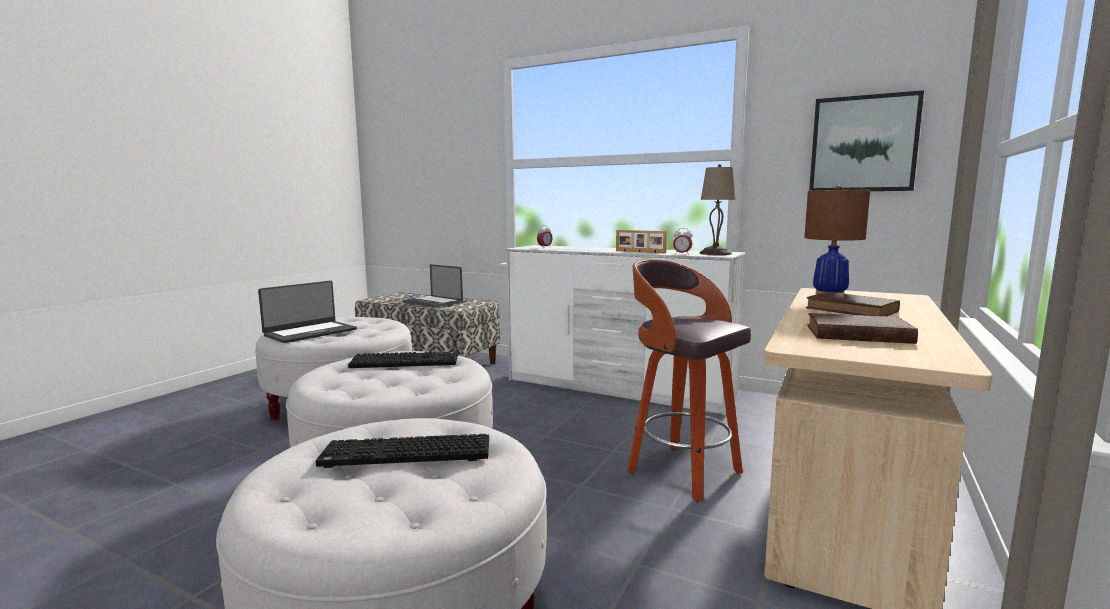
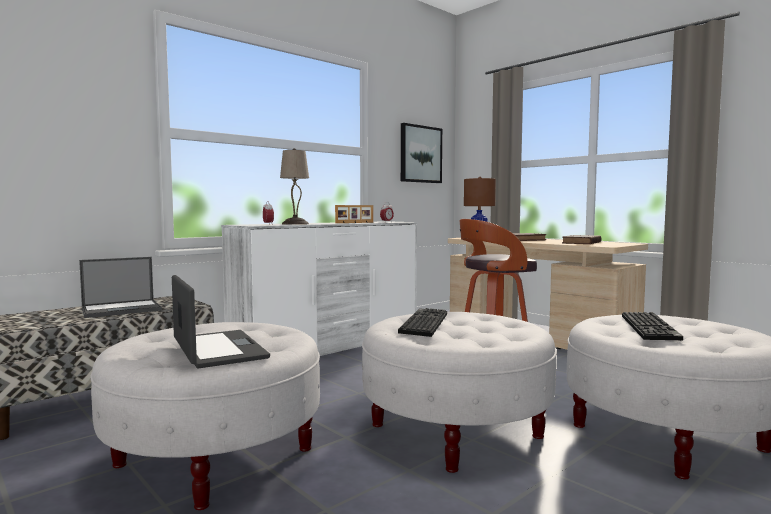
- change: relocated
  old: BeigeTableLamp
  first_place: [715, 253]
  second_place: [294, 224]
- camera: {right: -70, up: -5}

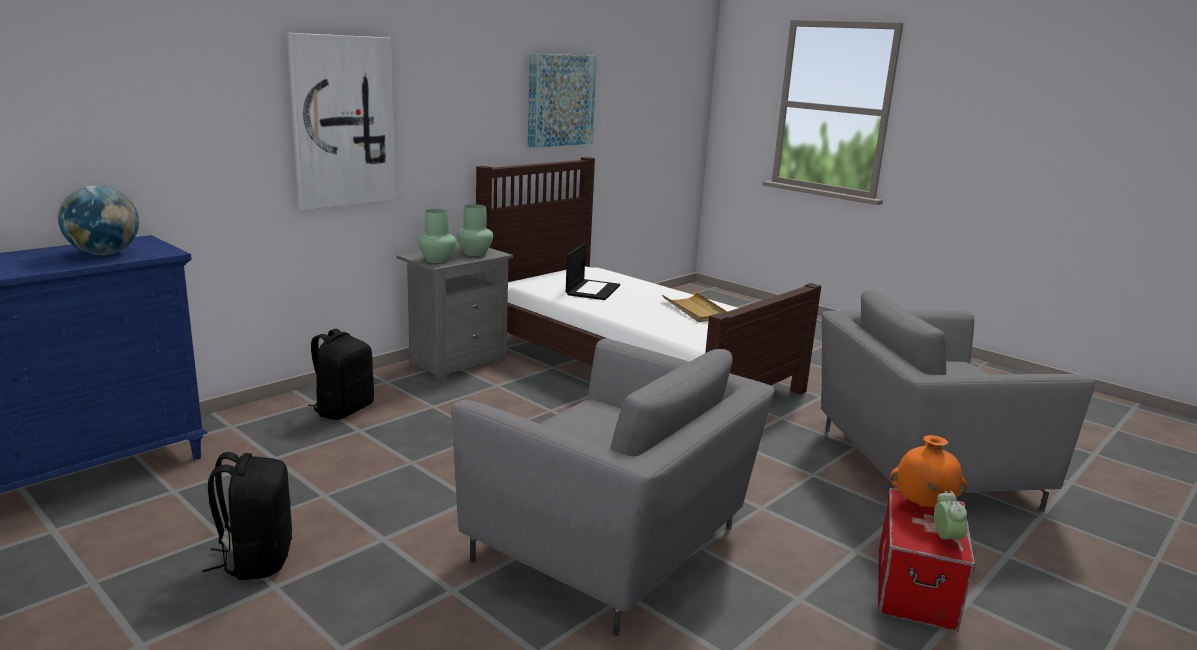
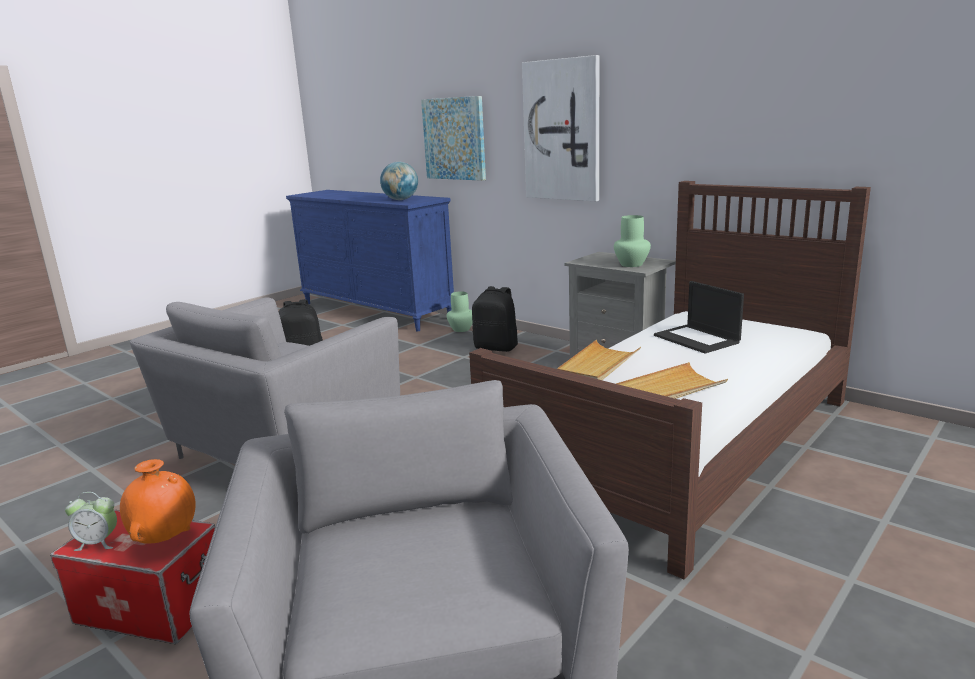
- change: relocated
  old: Picture
  first_place: [560, 100]
  second_place: [454, 139]
- change: relocated
  old: GreenVase
  first_place: [438, 260]
  second_place: [461, 329]
- change: spun
  old: Laptop
  first_place: [592, 290]
  second_place: [697, 339]
  degrees: 45
- change: appeared
  new: BeigeTray
  second_place: [598, 365]
- camera: {right: 90, up: 0}

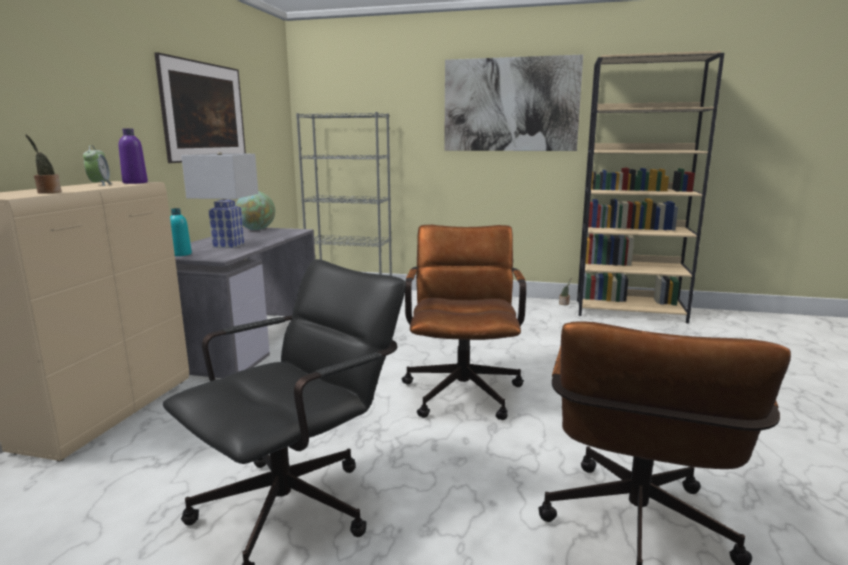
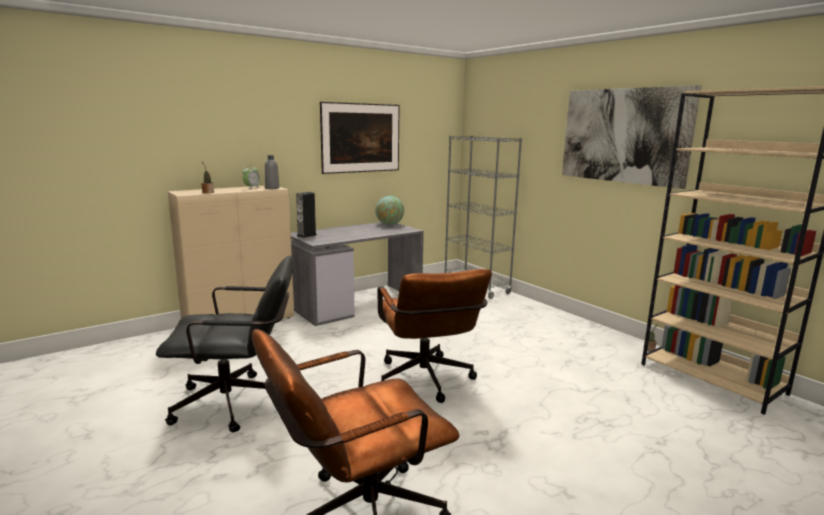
- change: colour
  old: PurpleBottle
  new: GreyBottle
  first_place: [135, 182]
  second_place: [272, 188]
- change: missing
  old: WhiteTableLamp
  first_place: [228, 245]
- change: exchanged
  old: TurquoiseBottle
  new: Speaker
  first_place: [181, 254]
  second_place: [307, 235]
- change: spun
  old: BrownOfficeChair
  first_place: [463, 388]
  second_place: [426, 382]
  degrees: 120
- camera: {right: 40, up: 0}

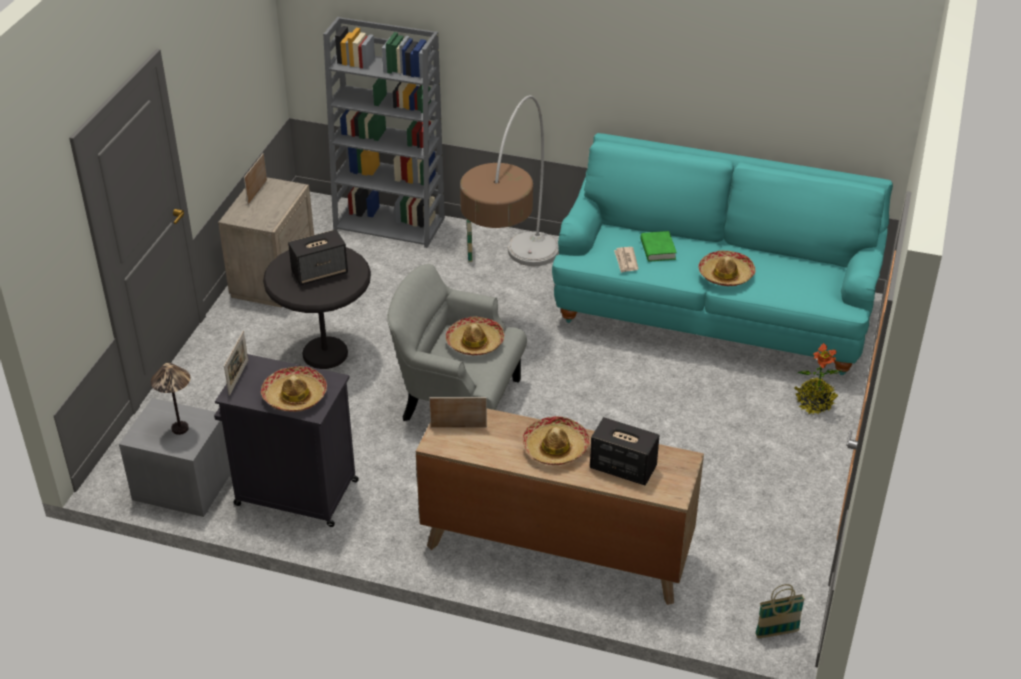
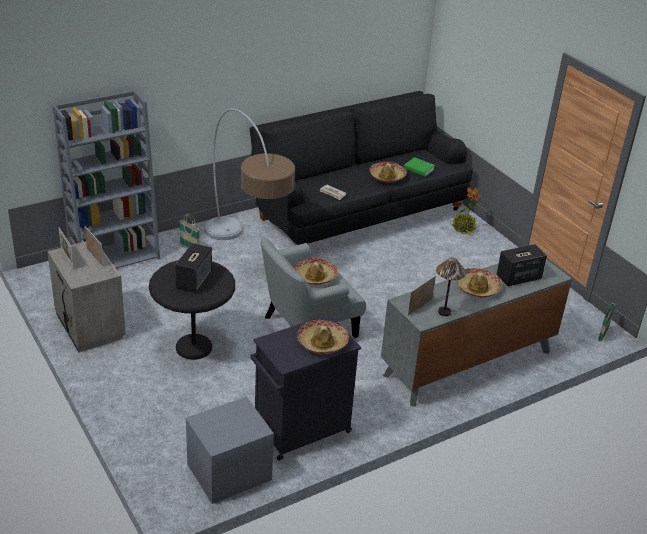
- change: colour
  old: TurquoiseSofa
  new: BlackSofa
  first_place: [713, 311]
  second_place: [358, 212]
- change: relocated
  old: GreenBook
  first_place: [657, 249]
  second_place: [419, 169]
- change: relocated
  old: PictureFrame
  first_place: [238, 377]
  second_place: [95, 257]
- change: relocated
  old: TableLamp
  first_place: [180, 428]
  second_place: [444, 312]
- change: colour
  old: BrownDresser
  new: GreyDresser
  first_place: [556, 549]
  second_place: [467, 364]
- camera: {right: -50, up: -5}

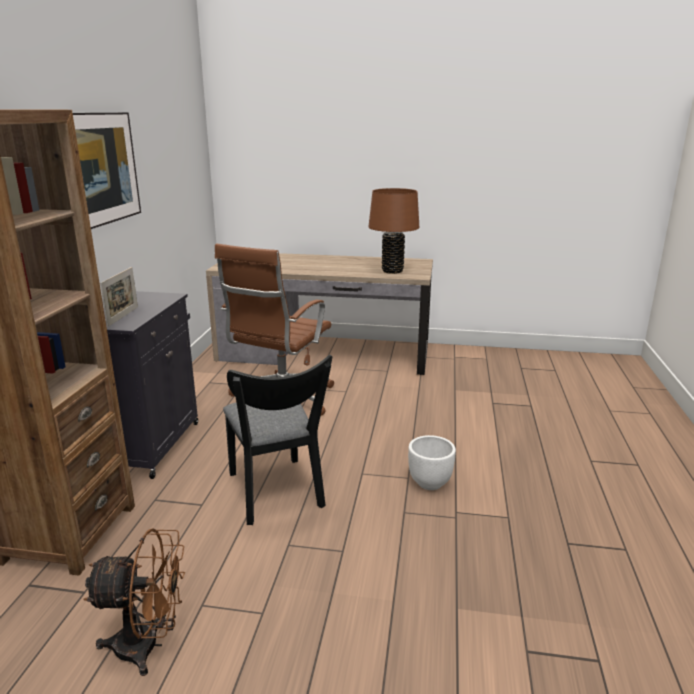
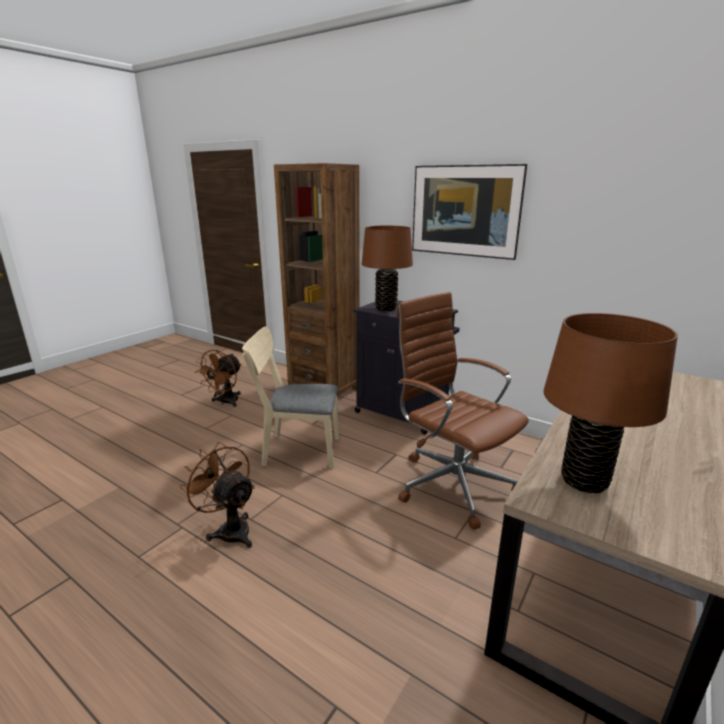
- change: exchanged
  old: PictureFrame
  new: BrownTableLamp
  first_place: [123, 316]
  second_place: [386, 308]
- change: colour
  old: BlackChair
  new: BeigeChair
  first_place: [277, 494]
  second_place: [295, 450]
- change: exchanged
  old: WhitePlanter
  new: BrownFan
  first_place: [430, 483]
  second_place: [229, 529]
- camera: {right: 115, up: 0}

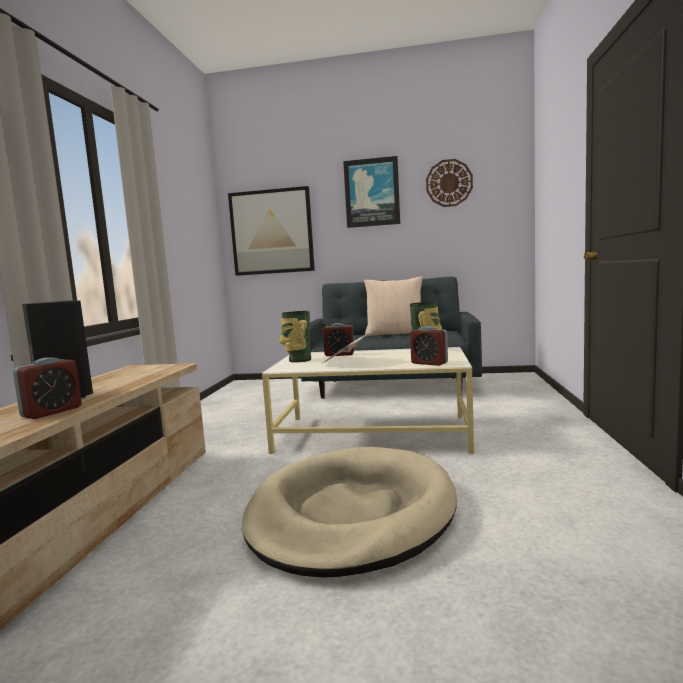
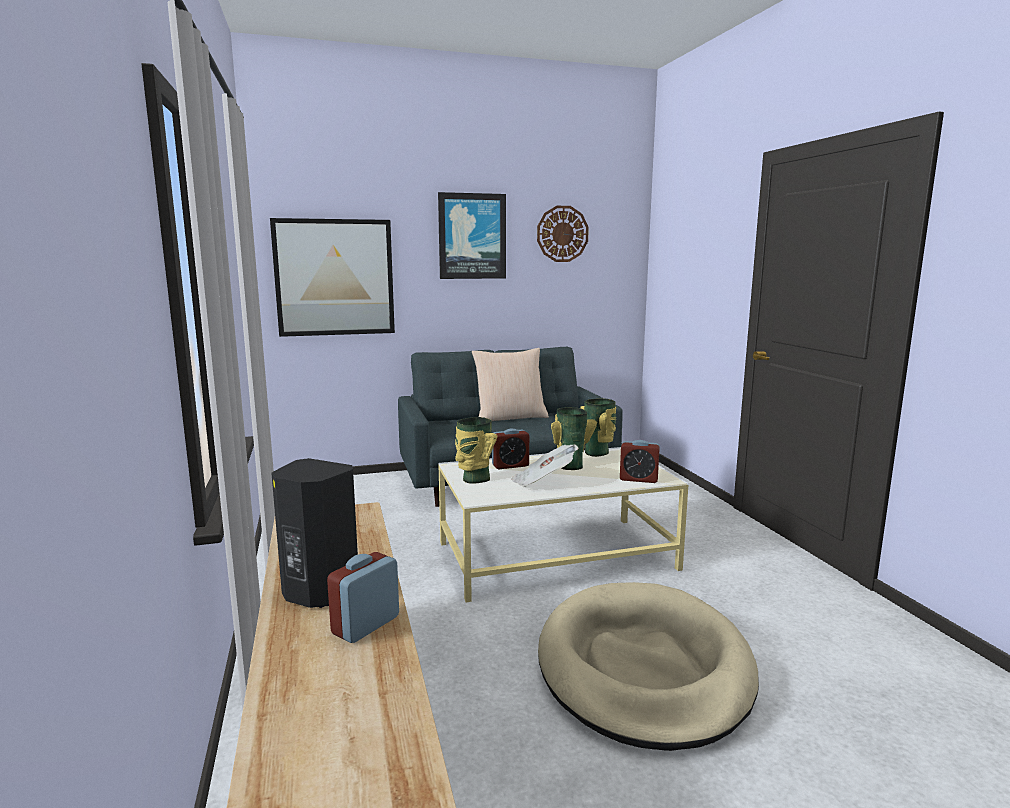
- change: spun
  old: AlarmClock
  first_place: [52, 412]
  second_place: [366, 625]
  degrees: -150
- change: appeared
  new: Vase
  second_place: [569, 465]
- camera: {right: -25, up: 5}

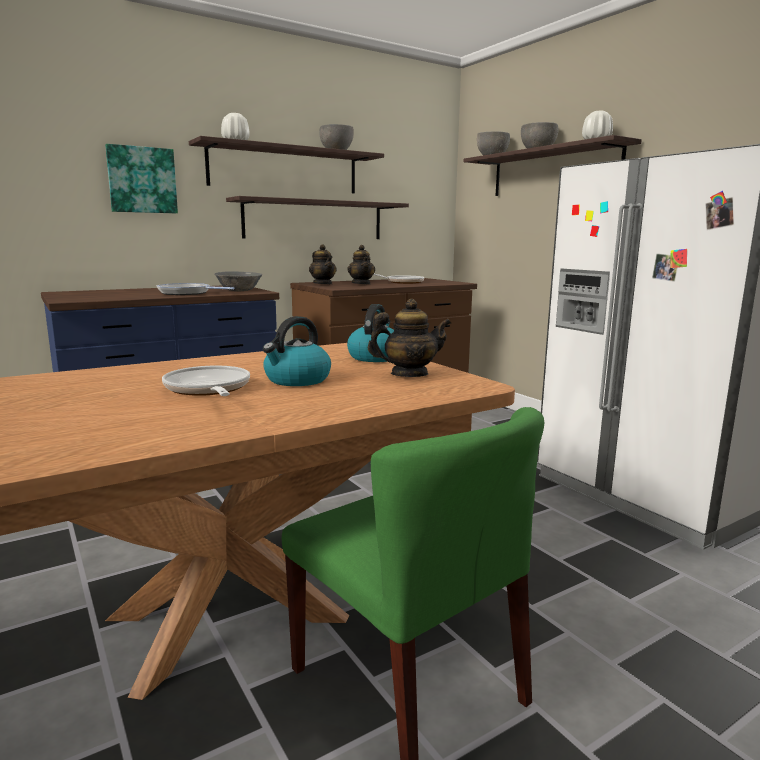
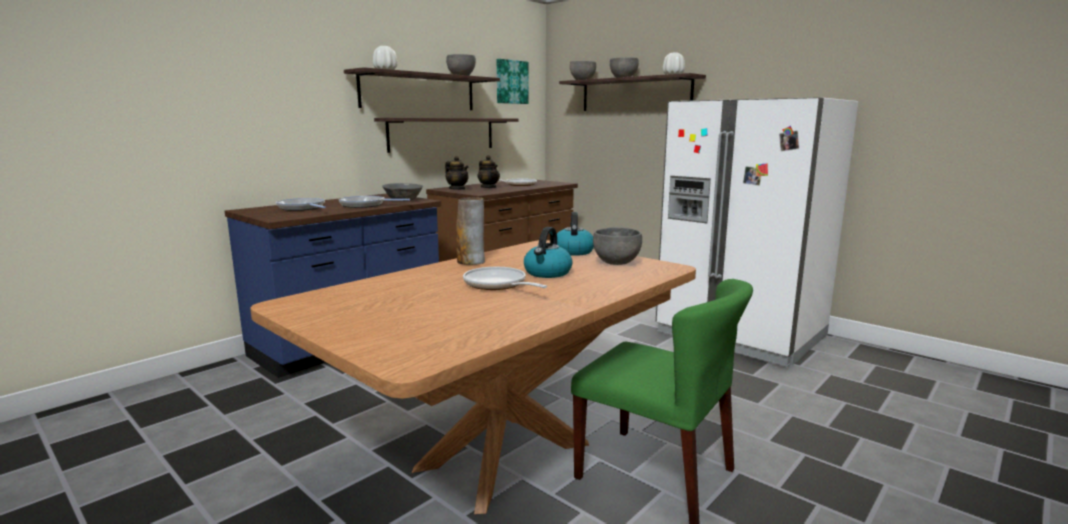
- change: relocated
  old: Picture
  first_place: [142, 180]
  second_place: [511, 82]
- change: exchanged
  old: Teapot
  new: GreyBowl
  first_place: [409, 374]
  second_place: [616, 263]
- change: appeared
  new: Vase
  second_place: [471, 262]
- change: appeared
  new: FryingPan
  second_place: [303, 208]
- camera: {right: -15, up: 0}

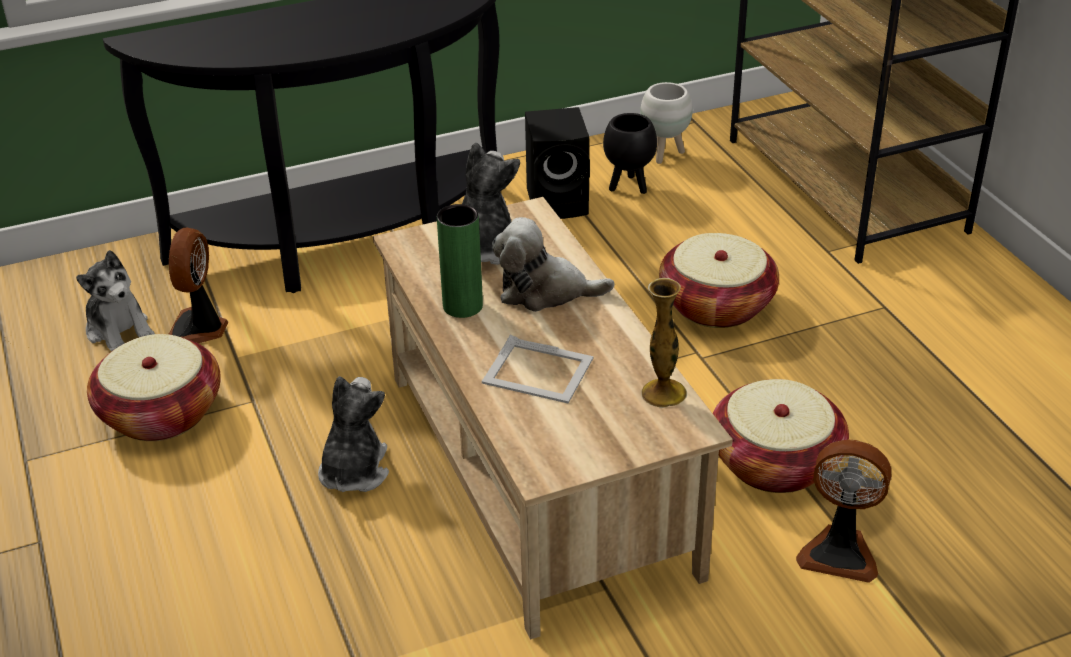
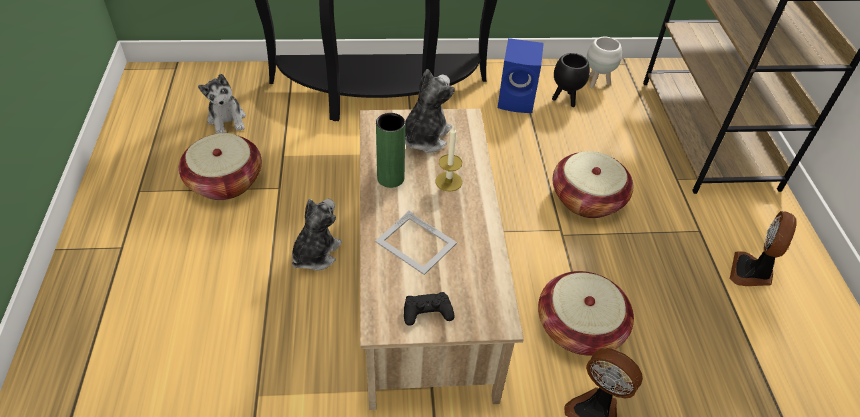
- change: colour
  old: BlackSpeaker
  new: BlueSpeaker
  first_place: [560, 202]
  second_place: [518, 100]
- change: exchanged
  old: PlushToy
  new: Candle
  first_place: [545, 291]
  second_place: [448, 181]
- change: relocated
  old: Fan
  first_place: [199, 329]
  second_place: [751, 272]
- change: missing
  old: Vase
  first_place: [663, 393]
- change: appeared
  new: BlackGameController
  second_place: [427, 312]
- camera: {right: 15, up: 10}

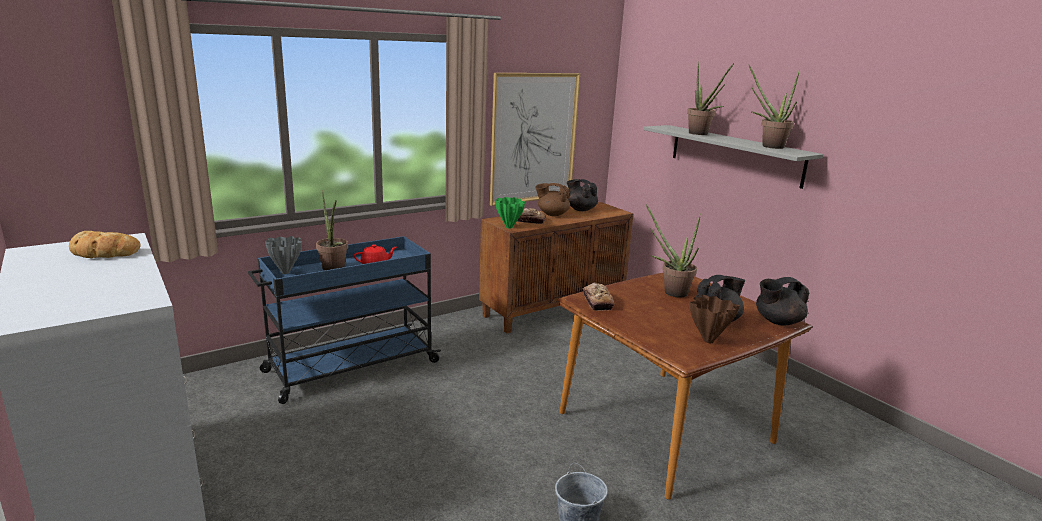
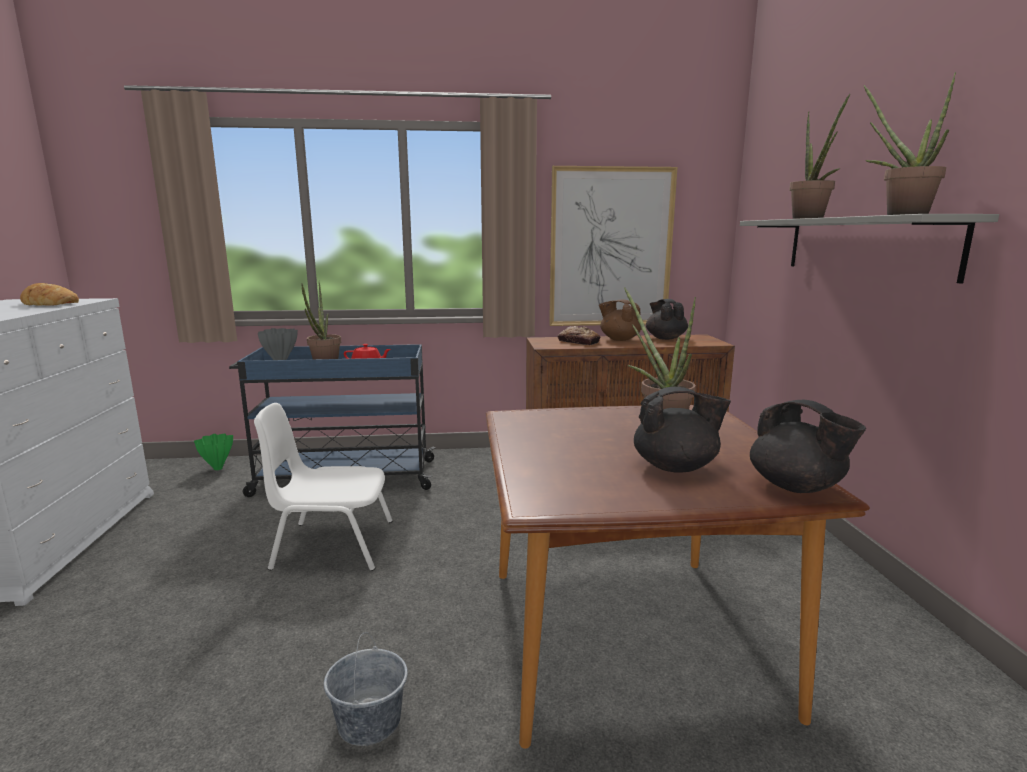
- change: relocated
  old: GreenVase
  first_place: [508, 227]
  second_place: [218, 468]
- change: spun
  old: BlackTeapot
  first_place: [777, 321]
  second_place: [796, 487]
  degrees: -135
- change: missing
  old: Bread
  first_place: [597, 302]
- change: missing
  old: BrownVase
  first_place: [707, 341]
- change: appeared
  new: WhiteChair
  second_place: [332, 544]
- camera: {right: 30, up: -5}

